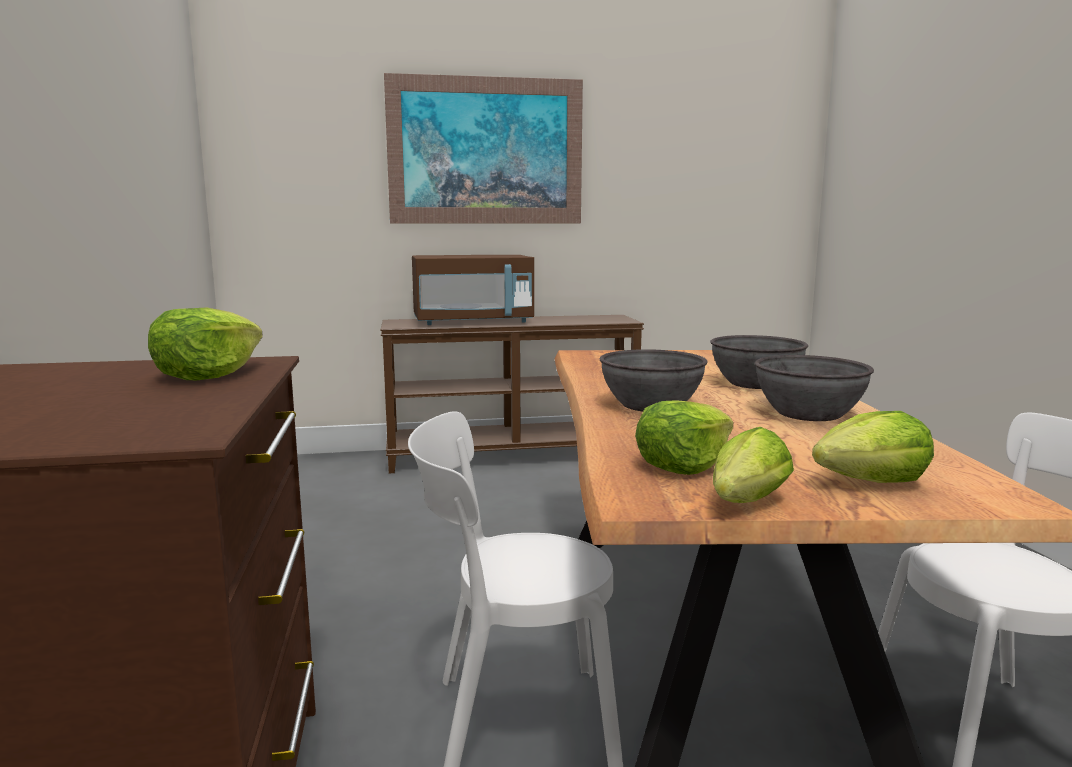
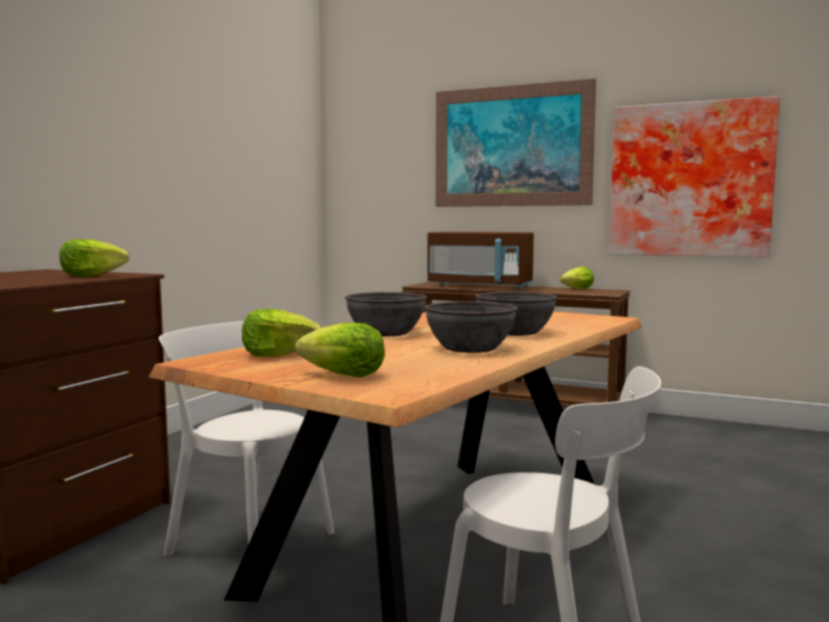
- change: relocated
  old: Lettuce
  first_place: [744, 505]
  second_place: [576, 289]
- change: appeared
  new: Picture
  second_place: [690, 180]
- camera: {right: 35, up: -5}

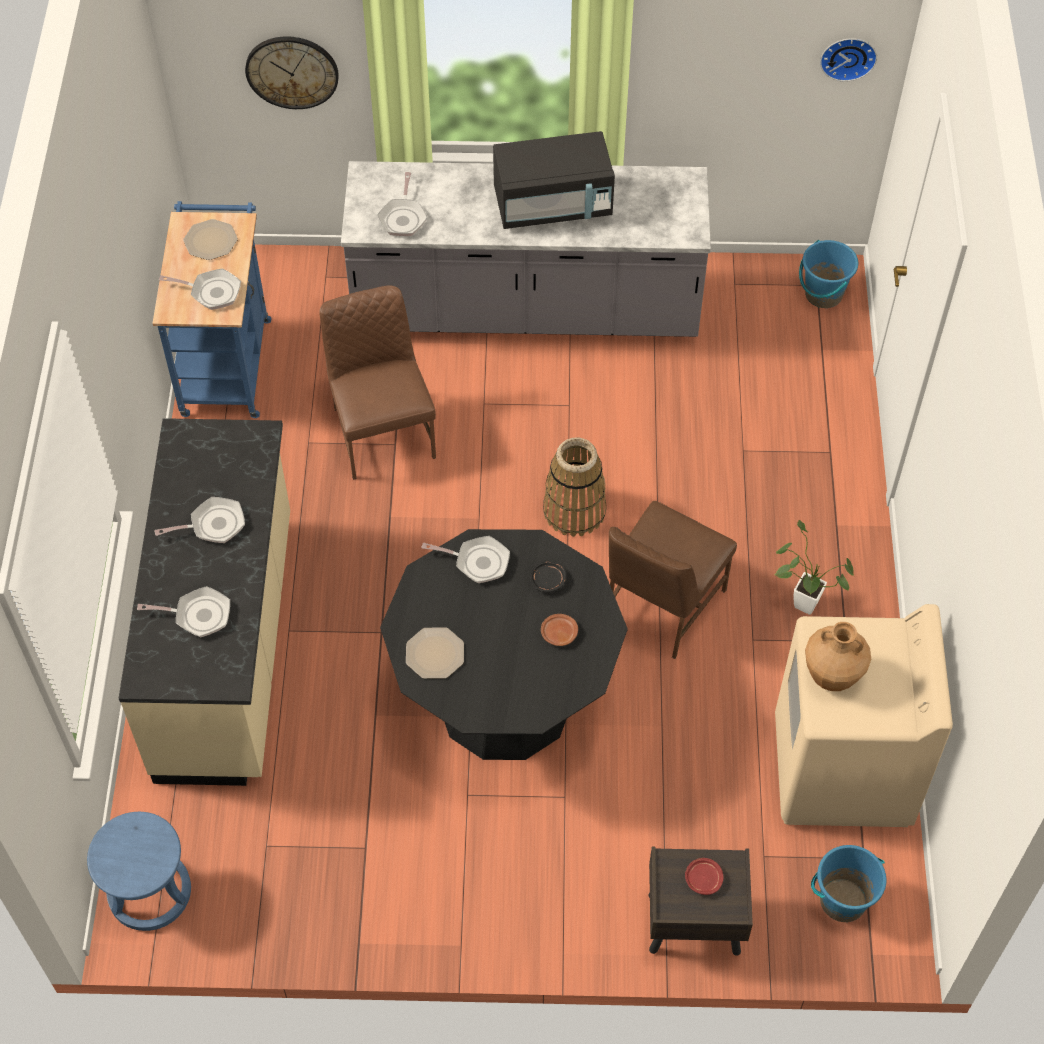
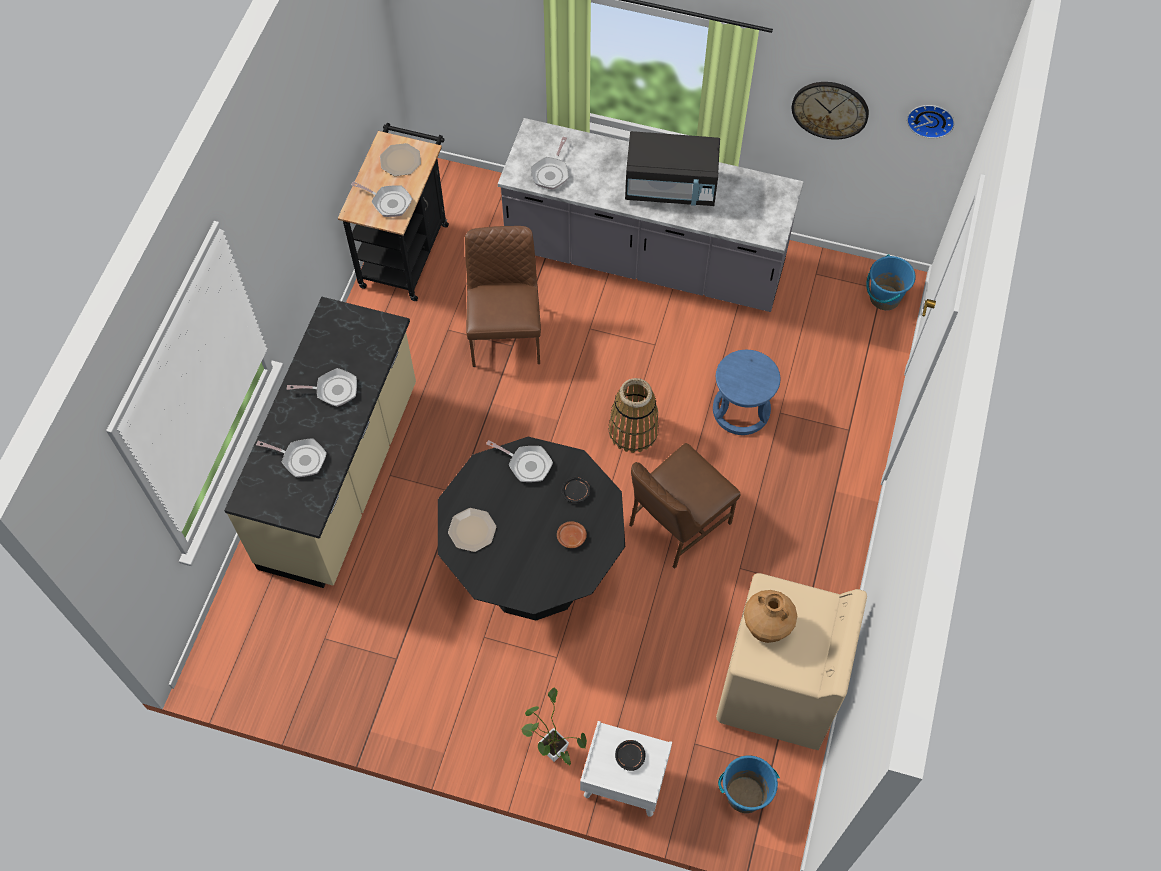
- change: relocated
  old: WallClock
  first_place: [292, 71]
  second_place: [830, 109]
- change: colour
  old: BlueCart
  new: BlackCart
  first_place: [226, 360]
  second_place: [406, 250]
- change: relocated
  old: PottedPlant
  first_place: [800, 602]
  second_place: [550, 748]
- change: relocated
  old: BlueStool
  first_place: [150, 892]
  second_place: [741, 410]
- change: colour
  old: BrownNightstand
  new: WhiteNightstand
  first_place: [692, 924]
  second_place: [623, 783]
- change: colour
  old: RedPlate
  new: BlackPlate
  first_place: [703, 879]
  second_place: [630, 756]
- camera: {right: 15, up: 5}

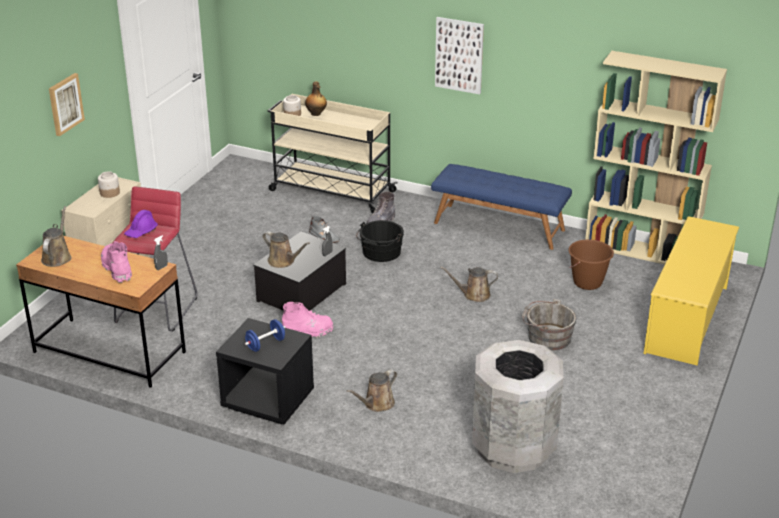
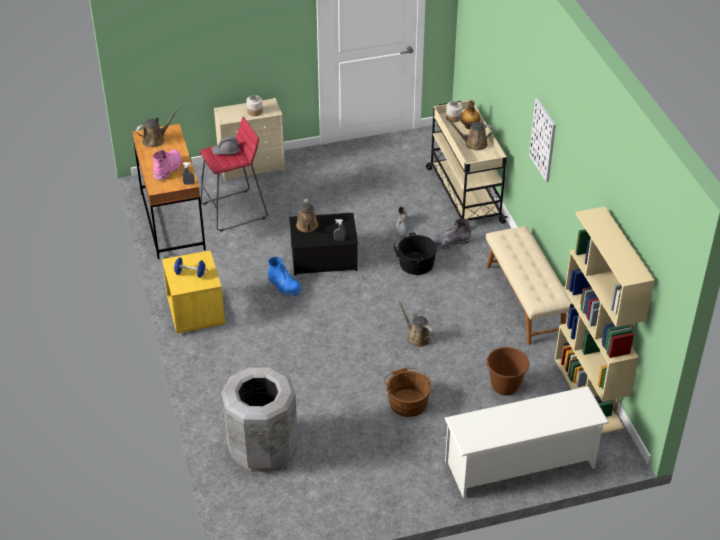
- change: missing
  old: Picture
  first_place: [65, 104]
- change: colour
  old: BlueBench
  new: BeigeBench
  first_place: [499, 226]
  second_place: [525, 300]
- change: colour
  old: PurpleHardHat
  new: GreyHardHat
  first_place: [141, 232]
  second_place: [226, 151]
- change: colour
  old: YellowShoeRack
  new: WhiteShoeRack
  first_place: [687, 319]
  second_place: [520, 465]
- change: colour
  old: GreyBucket
  new: BrownBucket
  first_place: [546, 337]
  second_place: [407, 401]
- change: colour
  old: PinkBoot
  new: BlueBoot
  first_place: [307, 331]
  second_place: [284, 286]
- change: colour
  old: BlackNightstand
  new: YellowNightstand
  first_place: [267, 400]
  second_place: [195, 312]
- change: relocated
  old: BrownWateringCan
  first_place: [377, 404]
  second_place: [473, 144]
- camera: {right: 50, up: 10}

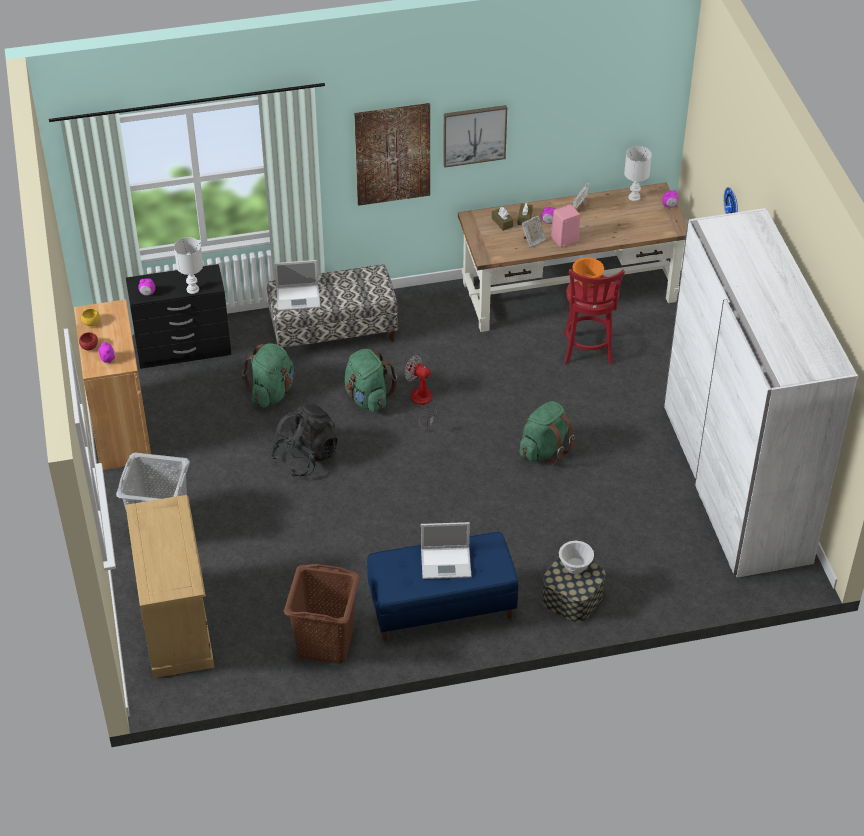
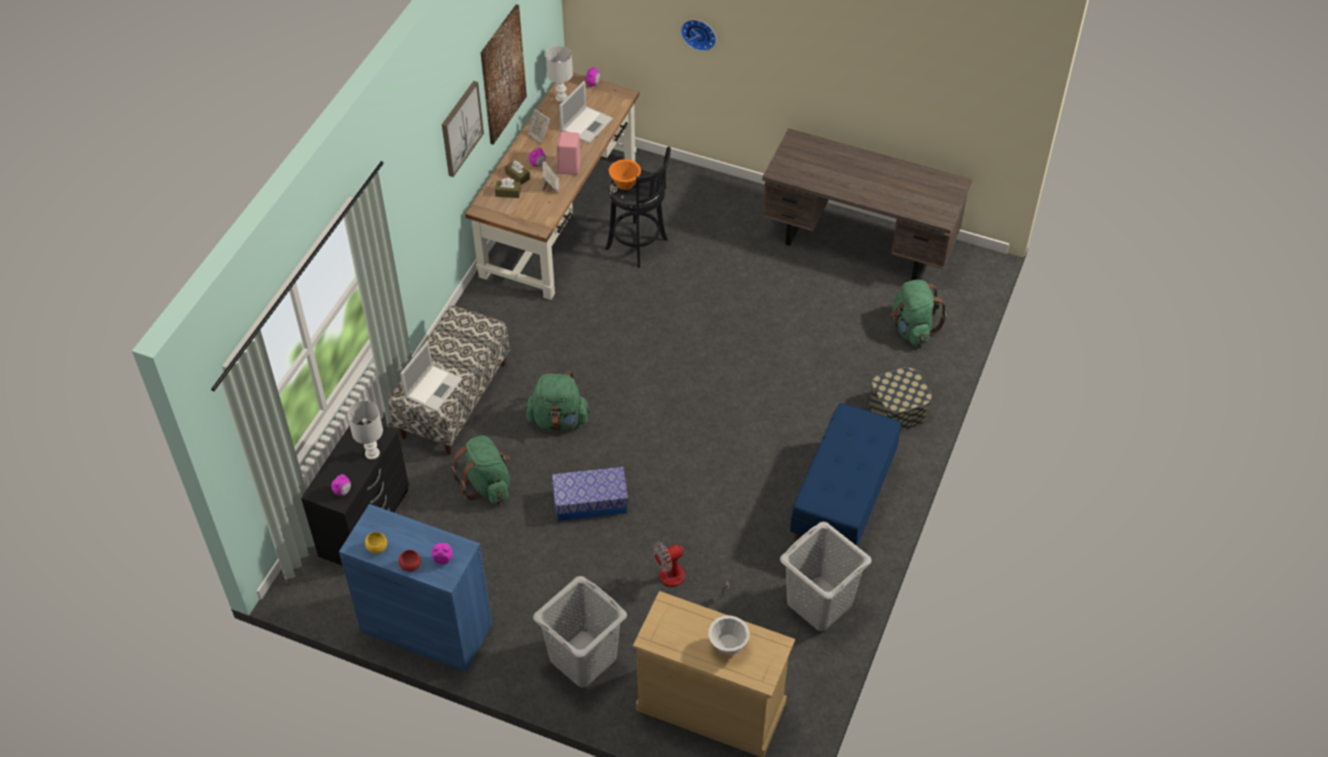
- change: relocated
  old: Picture
  first_place: [392, 154]
  second_place: [502, 74]
- change: exchanged
  old: WhiteWardrobe
  new: BrownDesk
  first_place: [735, 483]
  second_place: [859, 244]
- change: colour
  old: RedStool
  new: BlackStool
  first_place: [588, 351]
  second_place: [639, 246]
- change: colour
  old: BrownCabinet
  new: BlueCabinet
  first_place: [121, 429]
  second_place: [426, 628]
- change: relocated
  old: Fan
  first_place: [422, 403]
  second_place: [681, 579]
- change: relocated
  old: GreenBackpack
  first_place: [544, 450]
  second_place: [912, 329]
- change: exchanged
  old: BlackBackpack
  new: StorageBox
  first_place: [306, 457]
  second_place: [590, 502]
- change: relocated
  old: Laptop
  first_place: [447, 562]
  second_place: [587, 124]
- change: relocated
  old: WhiteBowl
  first_place: [575, 567]
  second_place: [728, 645]
- change: colour
  old: BrownLaundryBasket
  new: GreyLaundryBasket
  first_place: [326, 642]
  second_place: [819, 603]
- camera: {right: -55, up: 5}

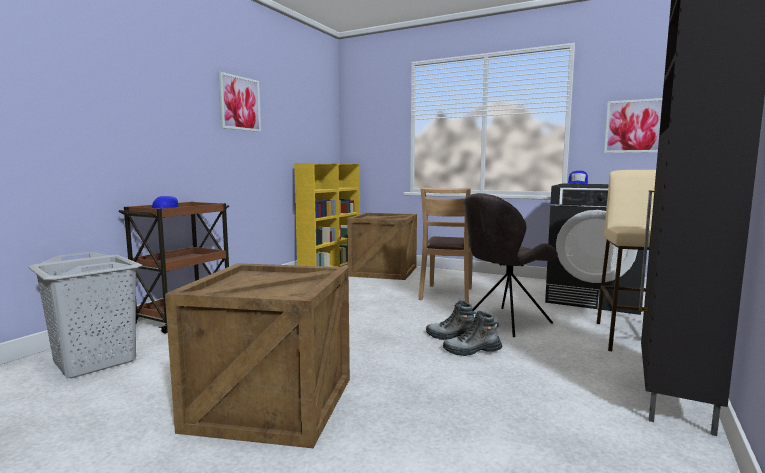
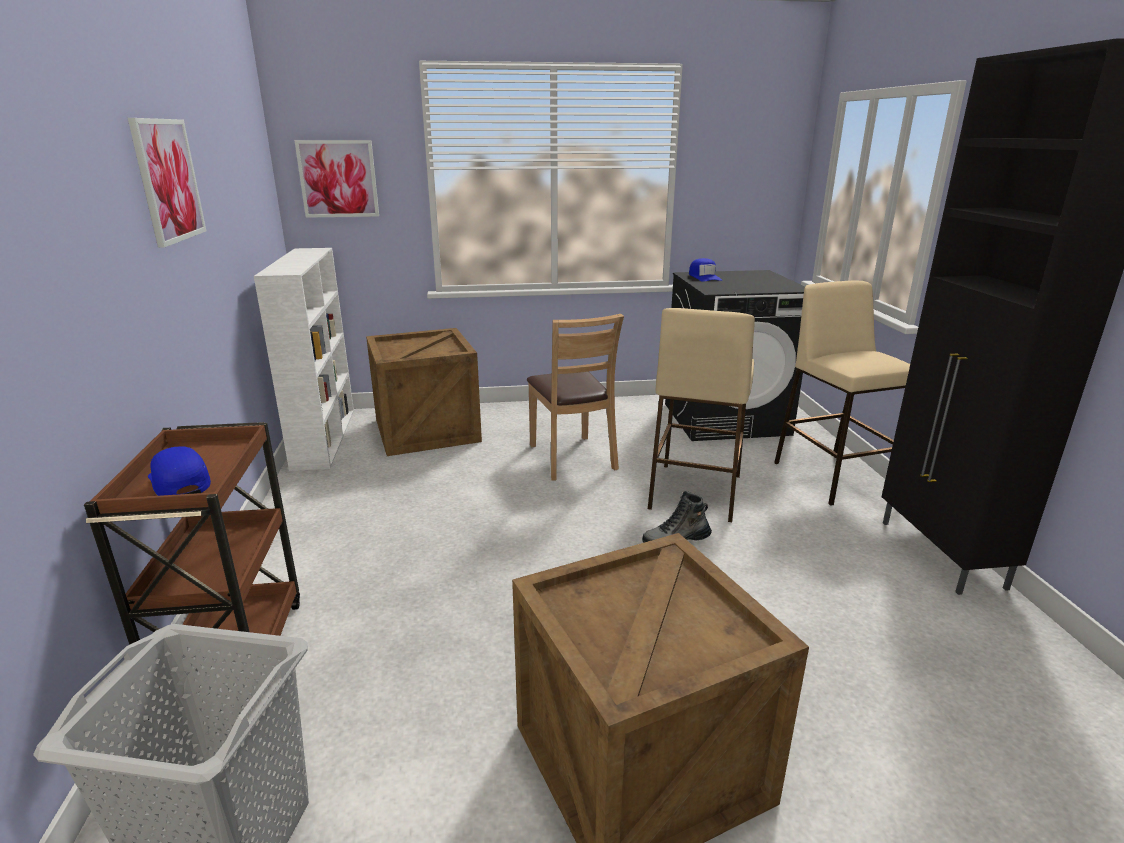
- change: relocated
  old: Picture
  first_place: [634, 126]
  second_place: [338, 179]
- change: colour
  old: YellowBookcase
  new: WhiteBookcase
  first_place: [331, 266]
  second_place: [324, 437]
- change: exchanged
  old: GreyChair
  new: BeigeStool
  first_place: [505, 322]
  second_place: [695, 492]
- change: missing
  old: Boot
  first_place: [472, 351]
- camera: {right: -35, up: 15}

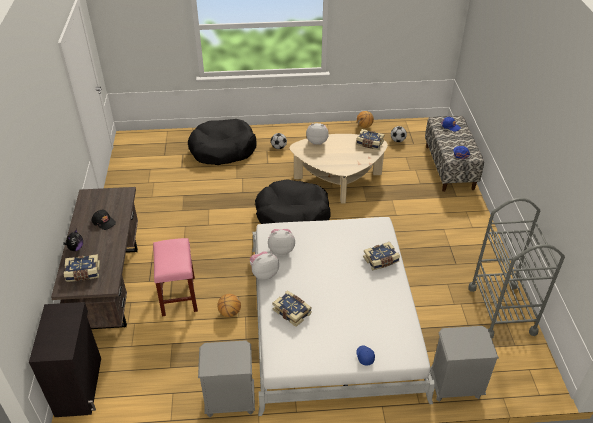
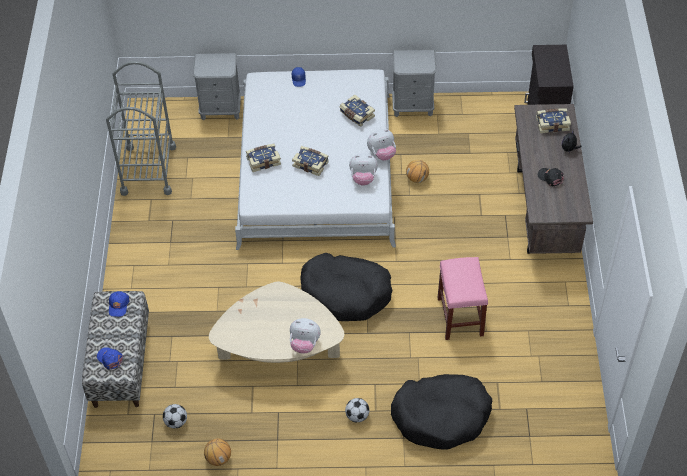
- change: relocated
  old: Book
  first_place: [369, 144]
  second_place: [311, 164]
- change: relocated
  old: PinkStool
  first_place: [179, 296]
  second_place: [459, 316]
- camera: {right: -175, up: 10}

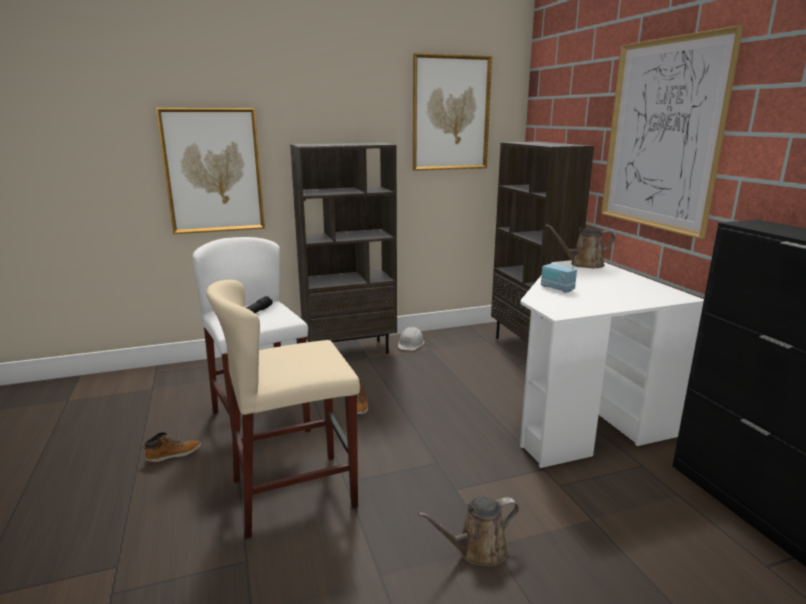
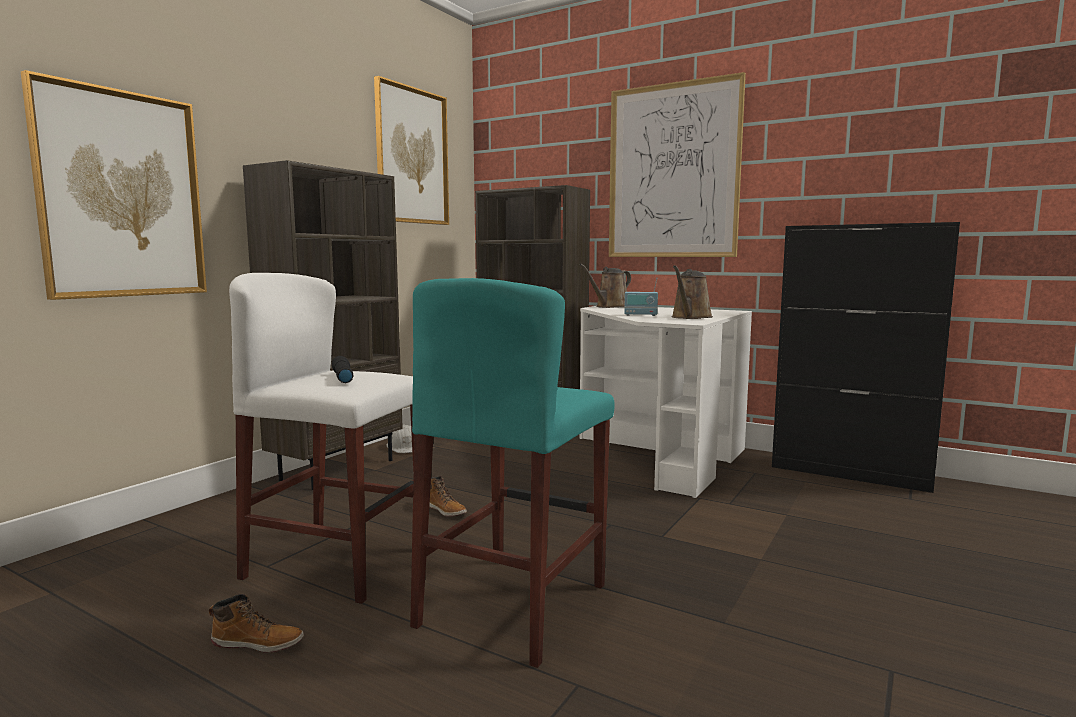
- change: colour
  old: BeigeStool
  new: TurquoiseStool
  first_place: [294, 493]
  second_place: [513, 604]
- change: spun
  old: Boot
  first_place: [174, 454]
  second_place: [258, 643]
  degrees: 75
- change: relocated
  old: BrownWateringCan
  first_place: [477, 550]
  second_place: [690, 317]
- camera: {right: -40, up: -10}

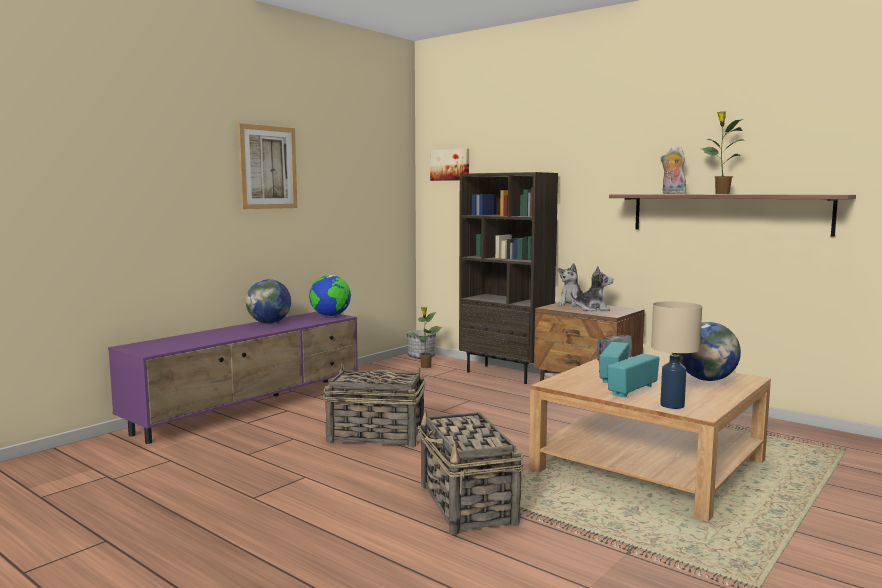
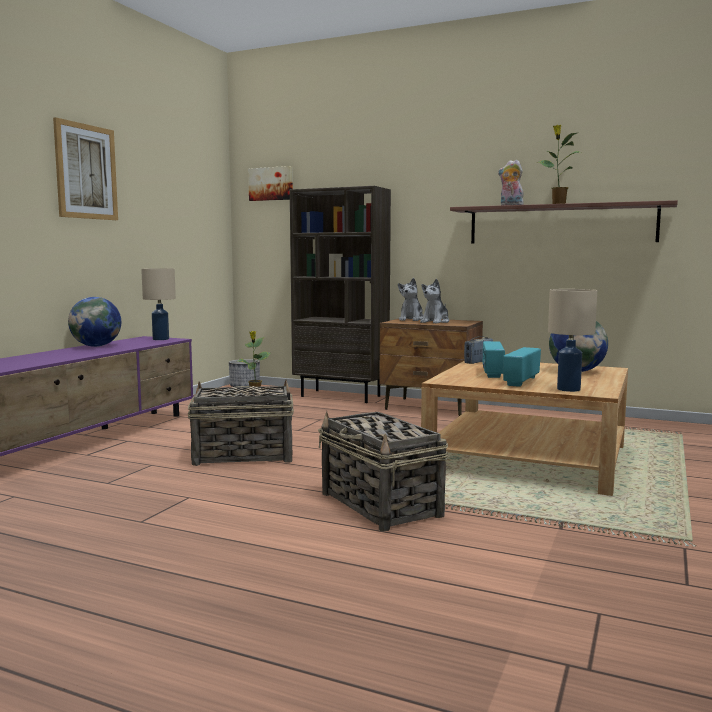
- change: spun
  old: PlushToy
  first_place: [592, 309]
  second_place: [435, 322]
  degrees: 135
- change: exchanged
  old: Globe
  new: BeigeTableLamp
  first_place: [330, 316]
  second_place: [161, 339]
- camera: {right: -15, up: 0}

